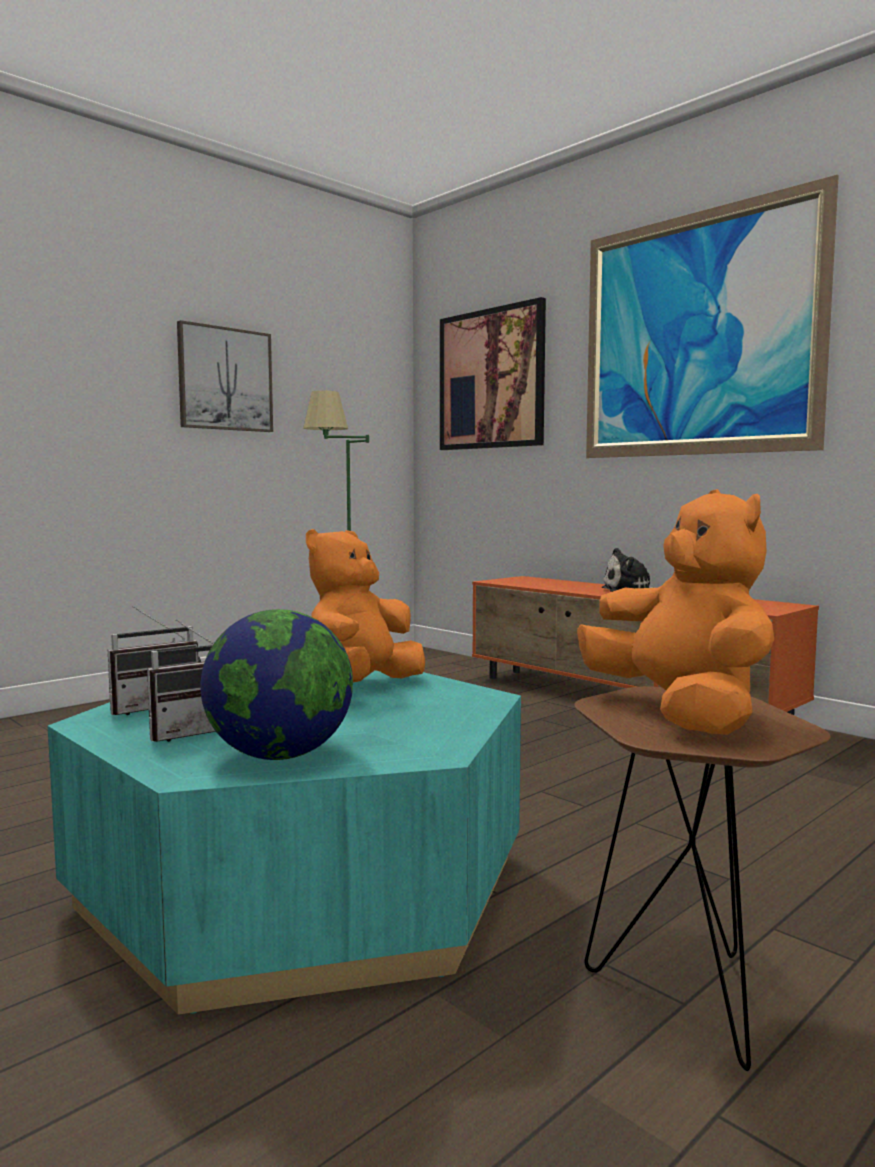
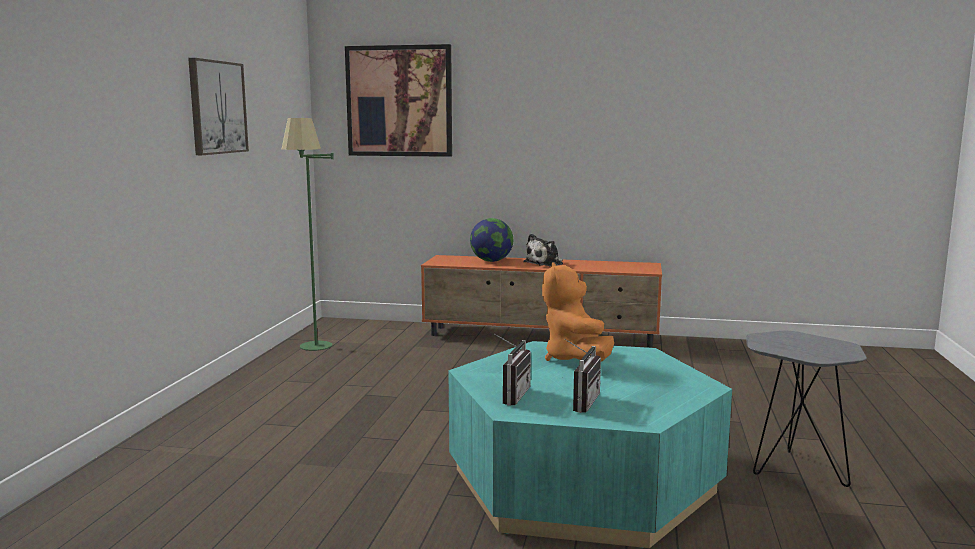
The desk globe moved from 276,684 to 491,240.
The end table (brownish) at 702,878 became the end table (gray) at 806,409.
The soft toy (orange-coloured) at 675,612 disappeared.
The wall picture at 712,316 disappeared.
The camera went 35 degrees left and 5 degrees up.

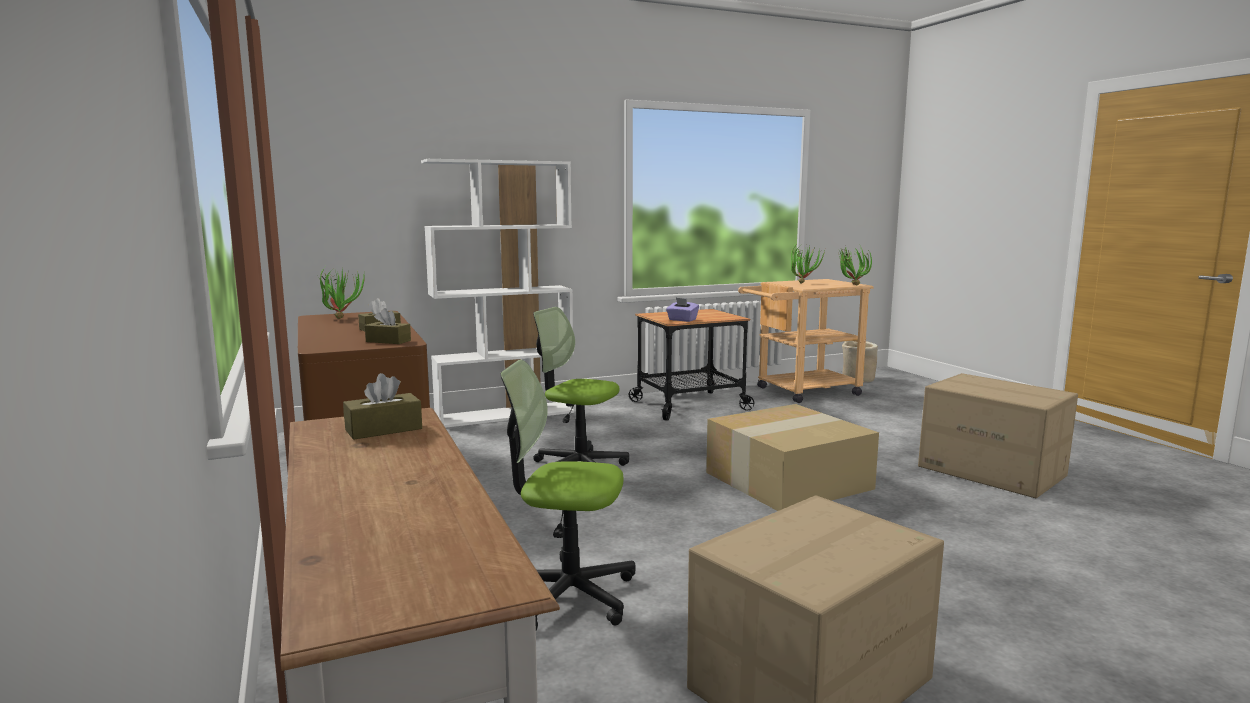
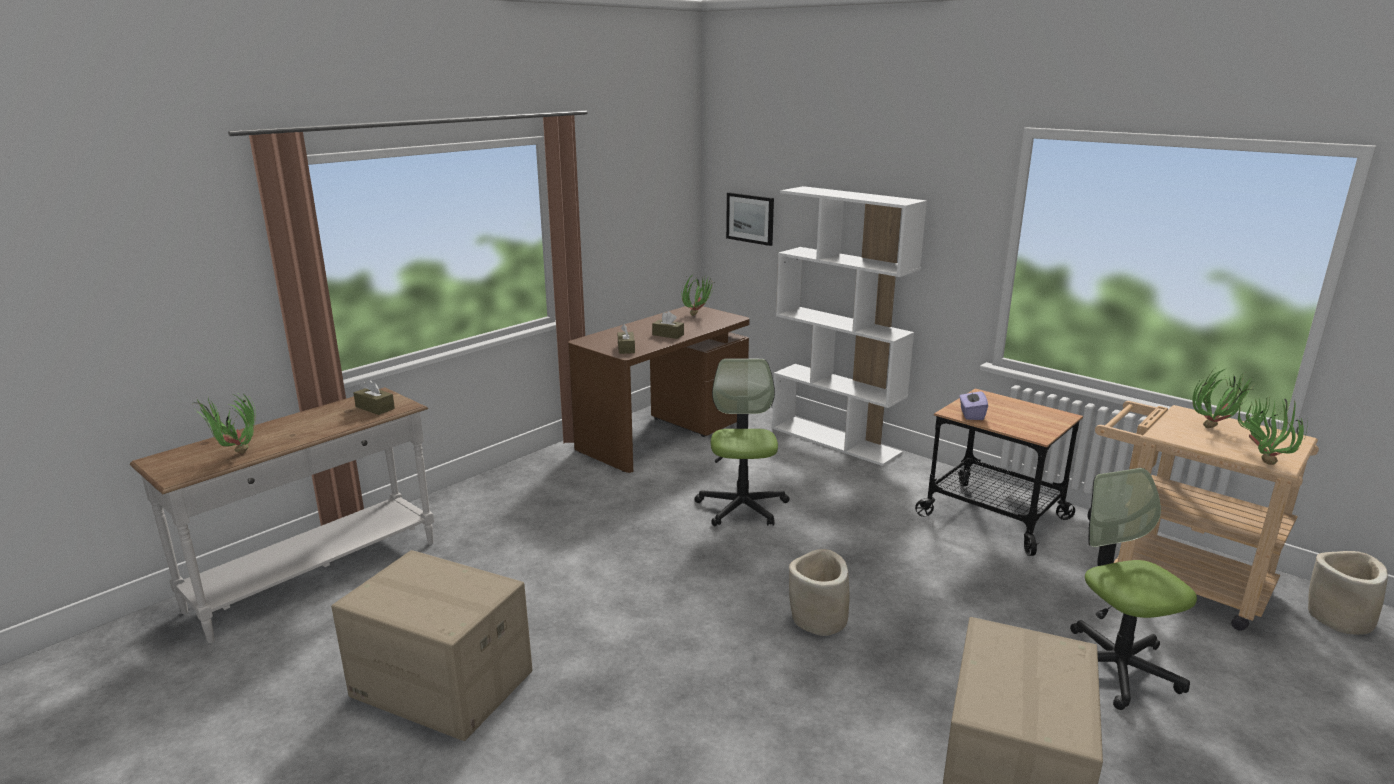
The plant in a pot at 224,424 appeared.
The wall picture at 750,219 appeared.
The packing box at 792,457 was replaced by the flower pot (sand-coloured) at 819,592.
The desk chair moved from 568,494 to 1133,589.
The camera went 65 degrees right and 10 degrees up.

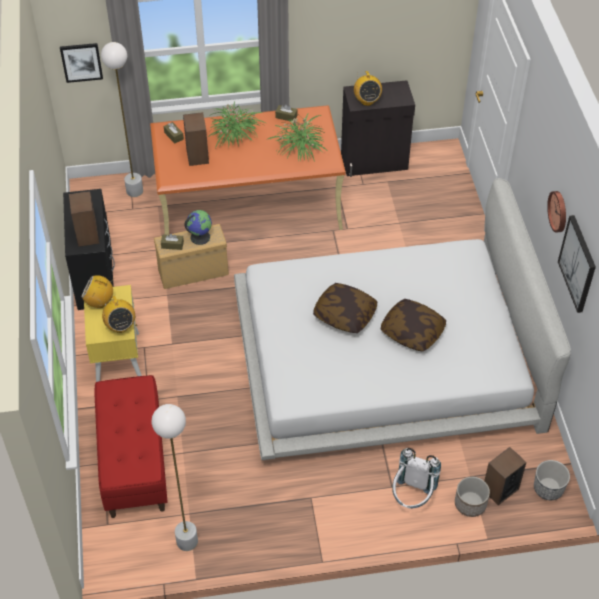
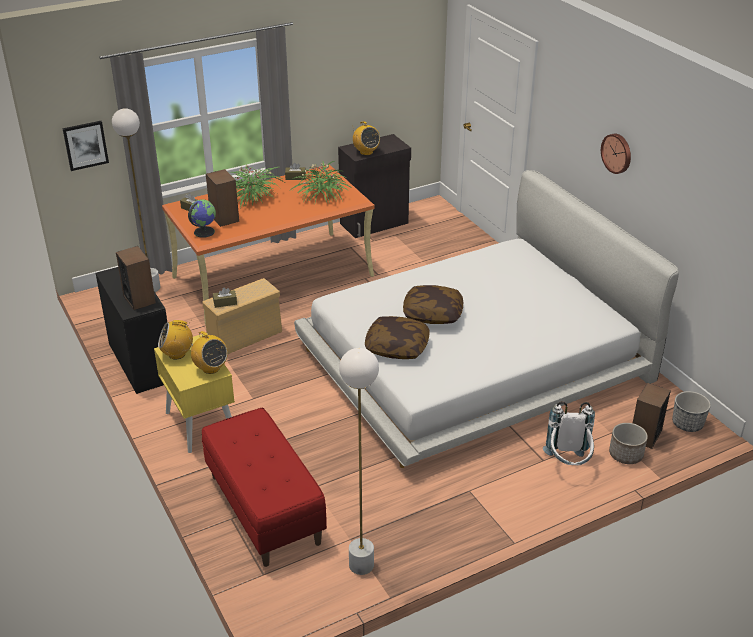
The desk globe moved from 198,227 to 202,218.
The throw pillow moved from 413,325 to 397,337.
The wall picture at 577,264 disappeared.
The camera went 20 degrees left and 15 degrees down.

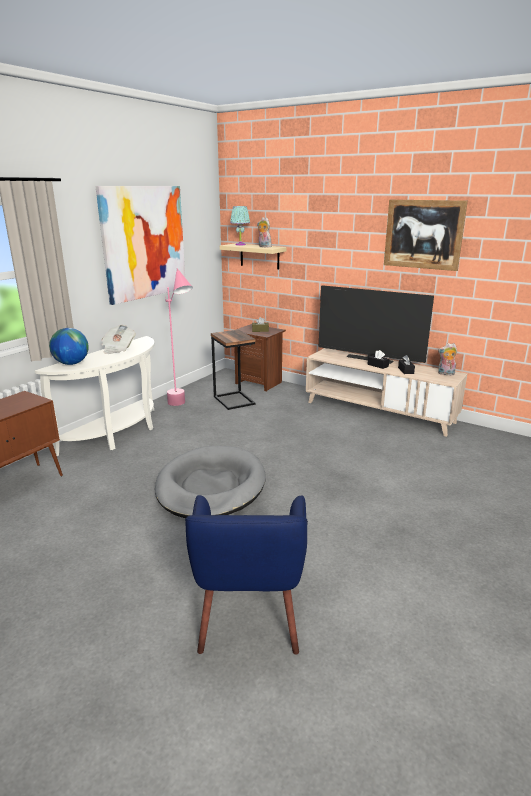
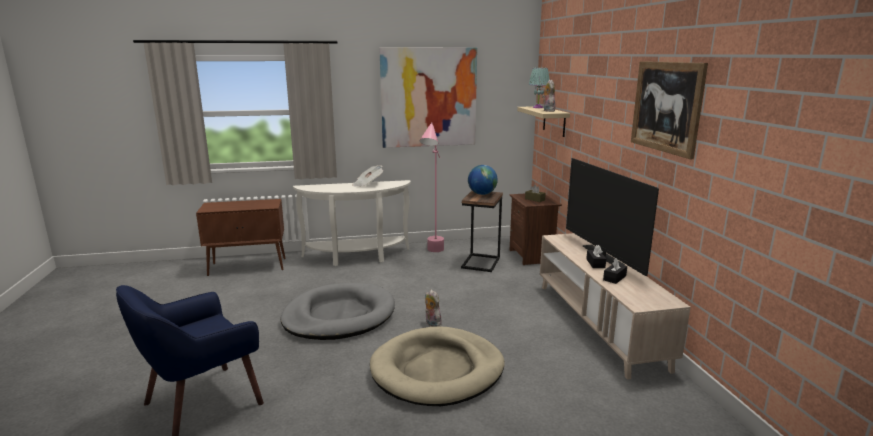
The pet bed (sand-coloured) at 437,366 appeared.
The soft toy moved from 447,359 to 433,308.
The desk globe moved from 69,346 to 483,180.
The camera went 45 degrees right and 5 degrees down.

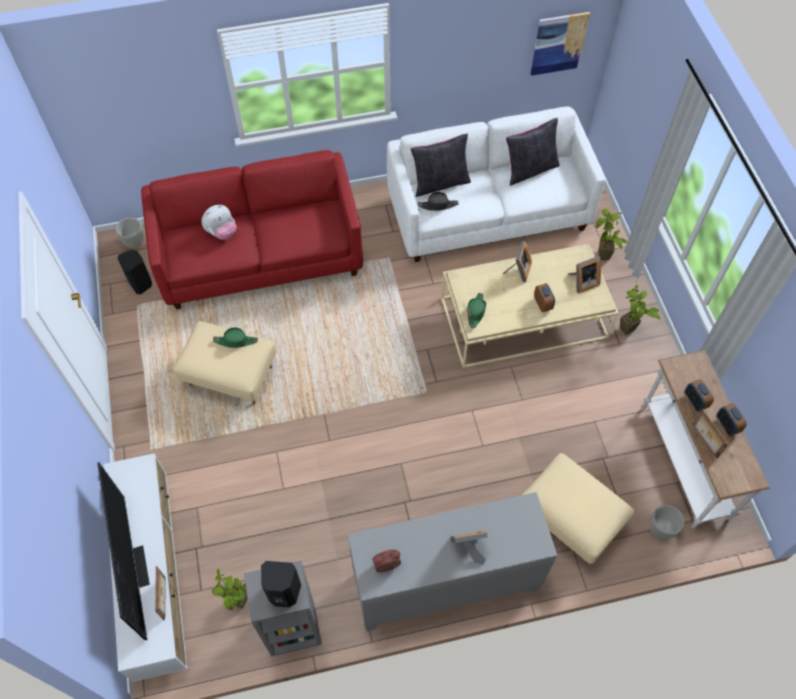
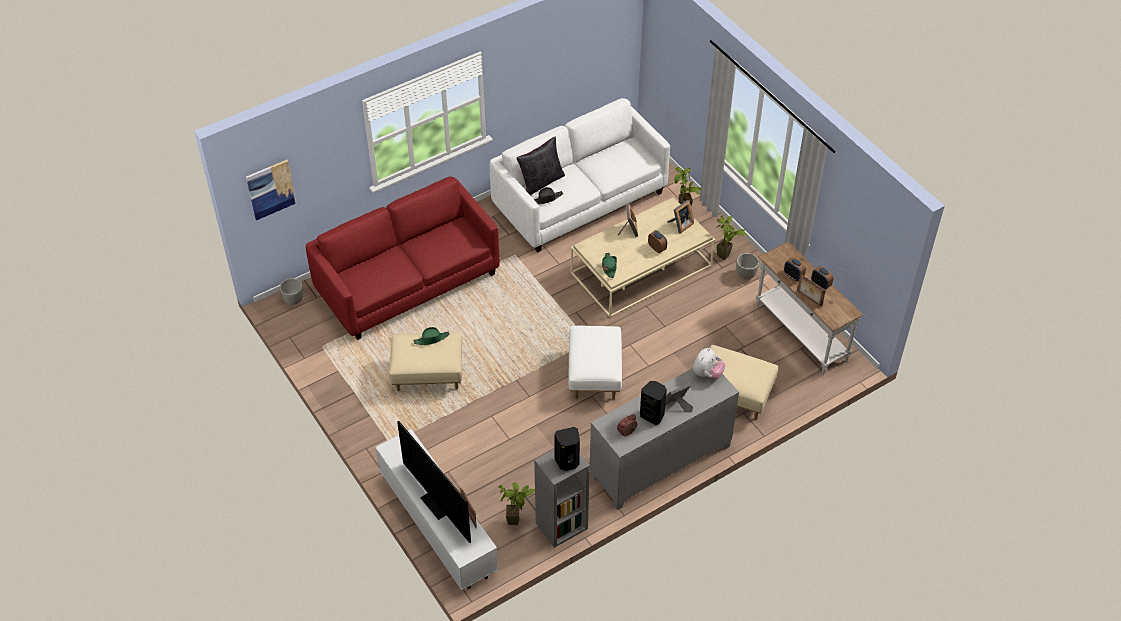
The wall picture moved from 560,44 to 271,190.
The footrest (whitish) at 595,362 appeared.
The loudspeaker (black-coloured) moved from 135,272 to 653,403.
The soft toy moved from 218,222 to 709,363.
The flower pot (gray) moved from 667,522 to 747,266.
The throw pillow (black-coloured) at 533,152 disappeared.
The camera went 20 degrees left and 10 degrees down.

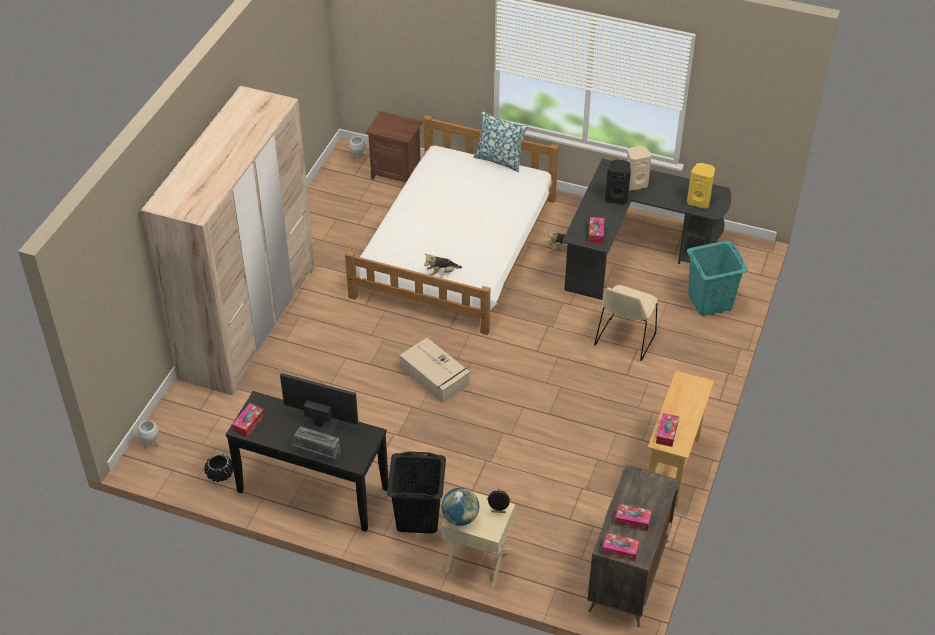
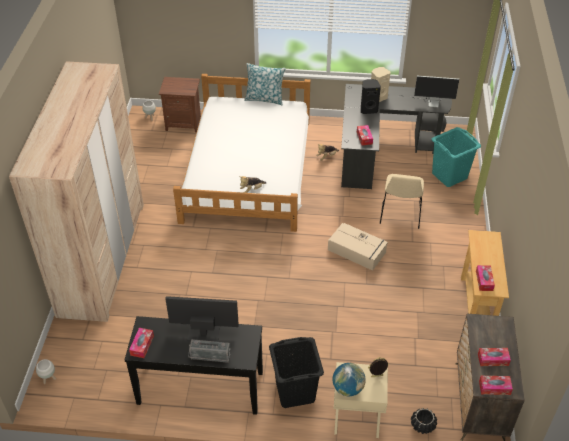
The storage container (sand-coloured) moved from 434,370 to 358,247.
The loudspeaker (yellow) at 701,186 was replaced by the computer screen at 429,91.
The flower pot (black-coloured) moved from 218,468 to 424,421.
The camera went 15 degrees left and 0 degrees up.

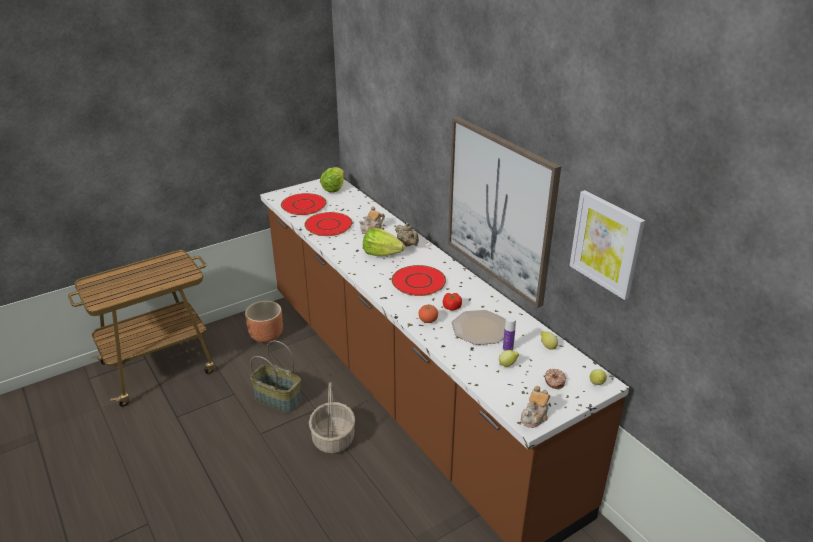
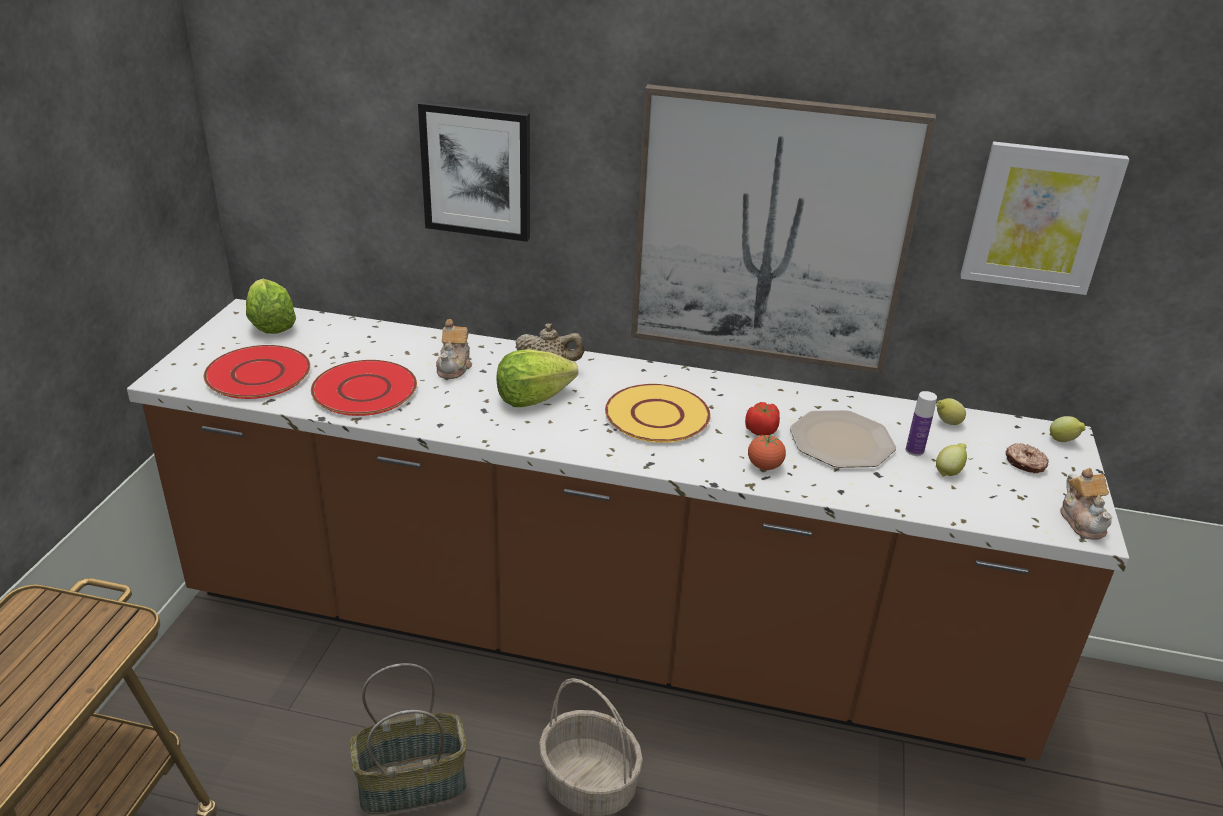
The wall picture at 474,171 appeared.
The plate (red-coloured) at 419,280 became the plate (yellow) at 657,413.
The flower pot (brownish) at 264,322 disappeared.
The camera went 45 degrees left and 0 degrees up.

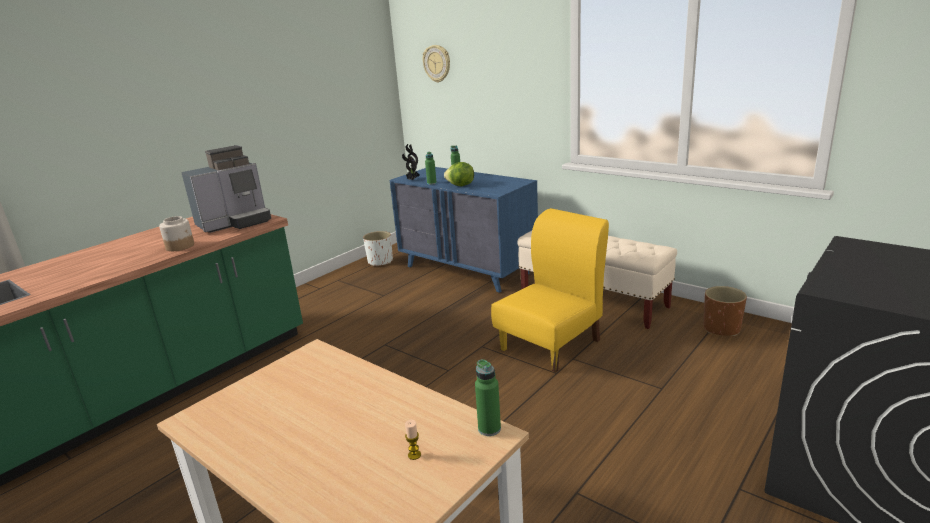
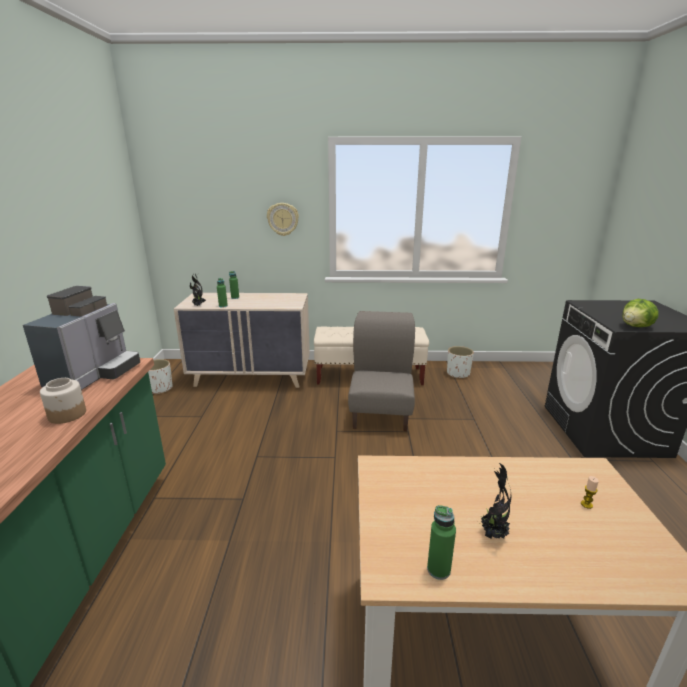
The dresser (blue-coloured) at 463,230 became the dresser (sand-coloured) at 242,340.
The hanging clock moved from 436,64 to 283,219.
The plain chair (yellow) at 550,290 became the plain chair (gray) at 381,371.
The beverage bottle (greenish) moved from 488,397 to 441,542.
The flower pot (brownish) at 725,311 became the flower pot (whitish) at 460,362.
The plant in a pot at 496,500 appeared.
The lettuce head moved from 459,174 to 640,313.
The camera went 40 degrees left and 0 degrees up.

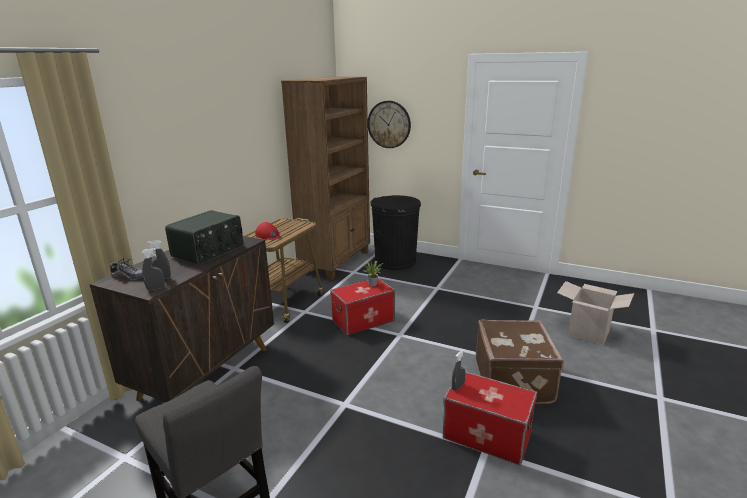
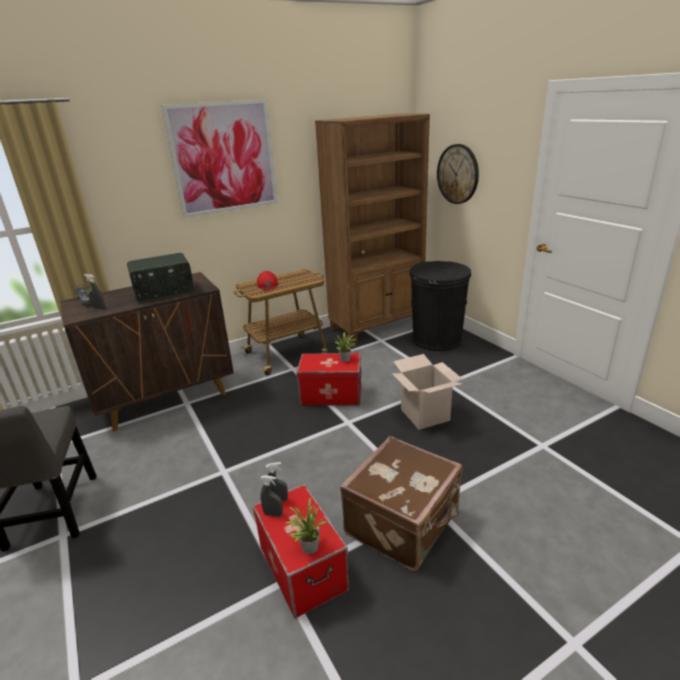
The wall picture at 219,158 appeared.
The hand sprayer (gray) moved from 153,269 to 271,496.
The plant in a pot at 305,526 appeared.
The packing box moved from 595,313 to 427,392.
The camera went 35 degrees right and 5 degrees up.

